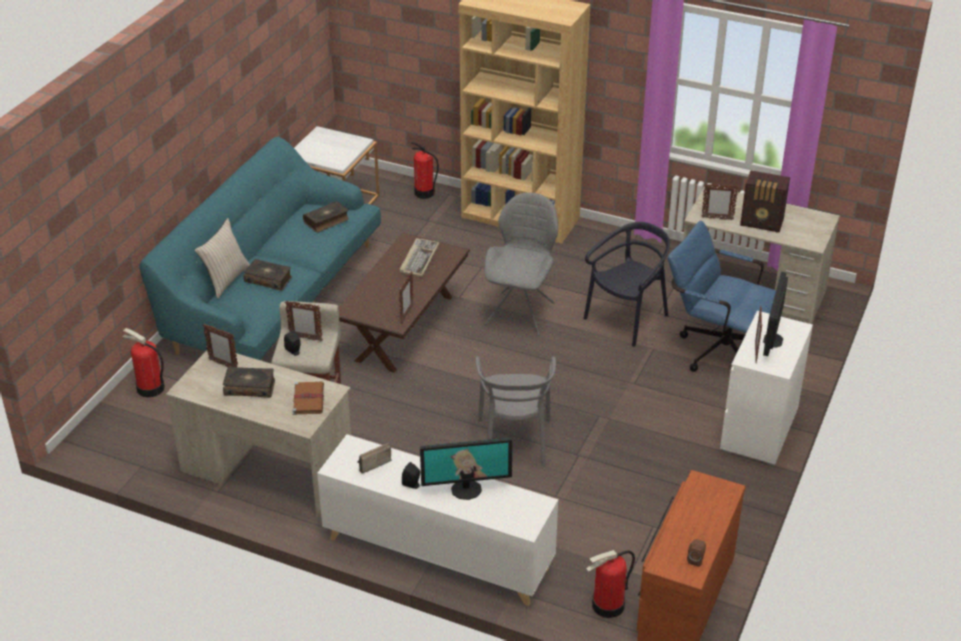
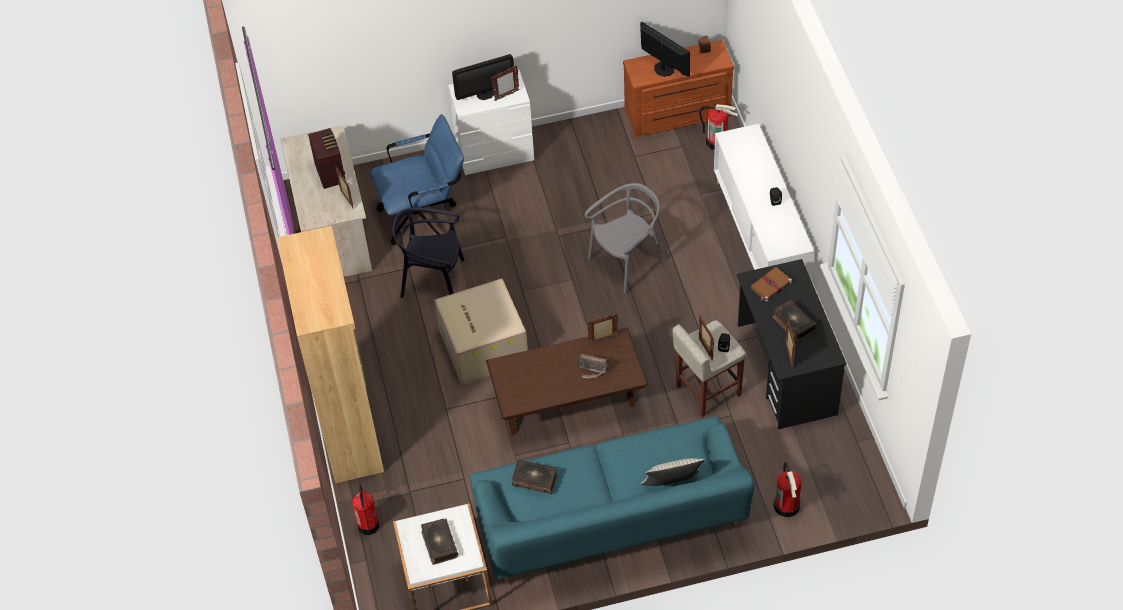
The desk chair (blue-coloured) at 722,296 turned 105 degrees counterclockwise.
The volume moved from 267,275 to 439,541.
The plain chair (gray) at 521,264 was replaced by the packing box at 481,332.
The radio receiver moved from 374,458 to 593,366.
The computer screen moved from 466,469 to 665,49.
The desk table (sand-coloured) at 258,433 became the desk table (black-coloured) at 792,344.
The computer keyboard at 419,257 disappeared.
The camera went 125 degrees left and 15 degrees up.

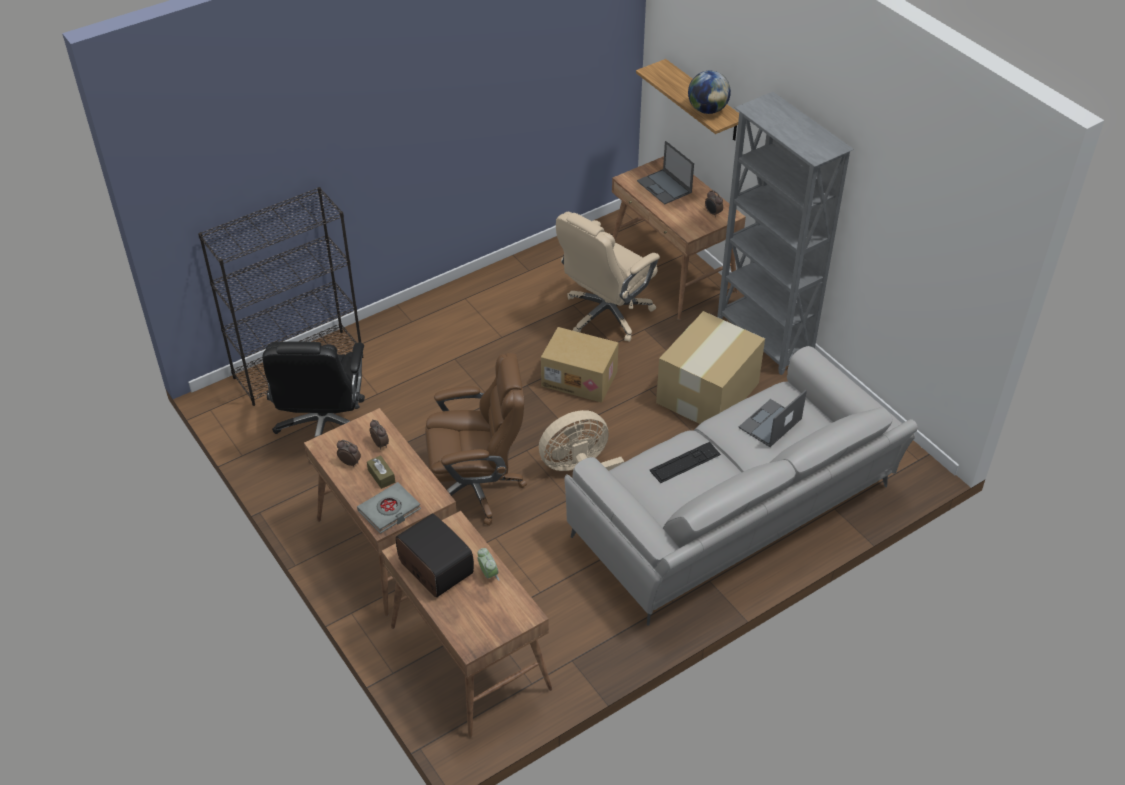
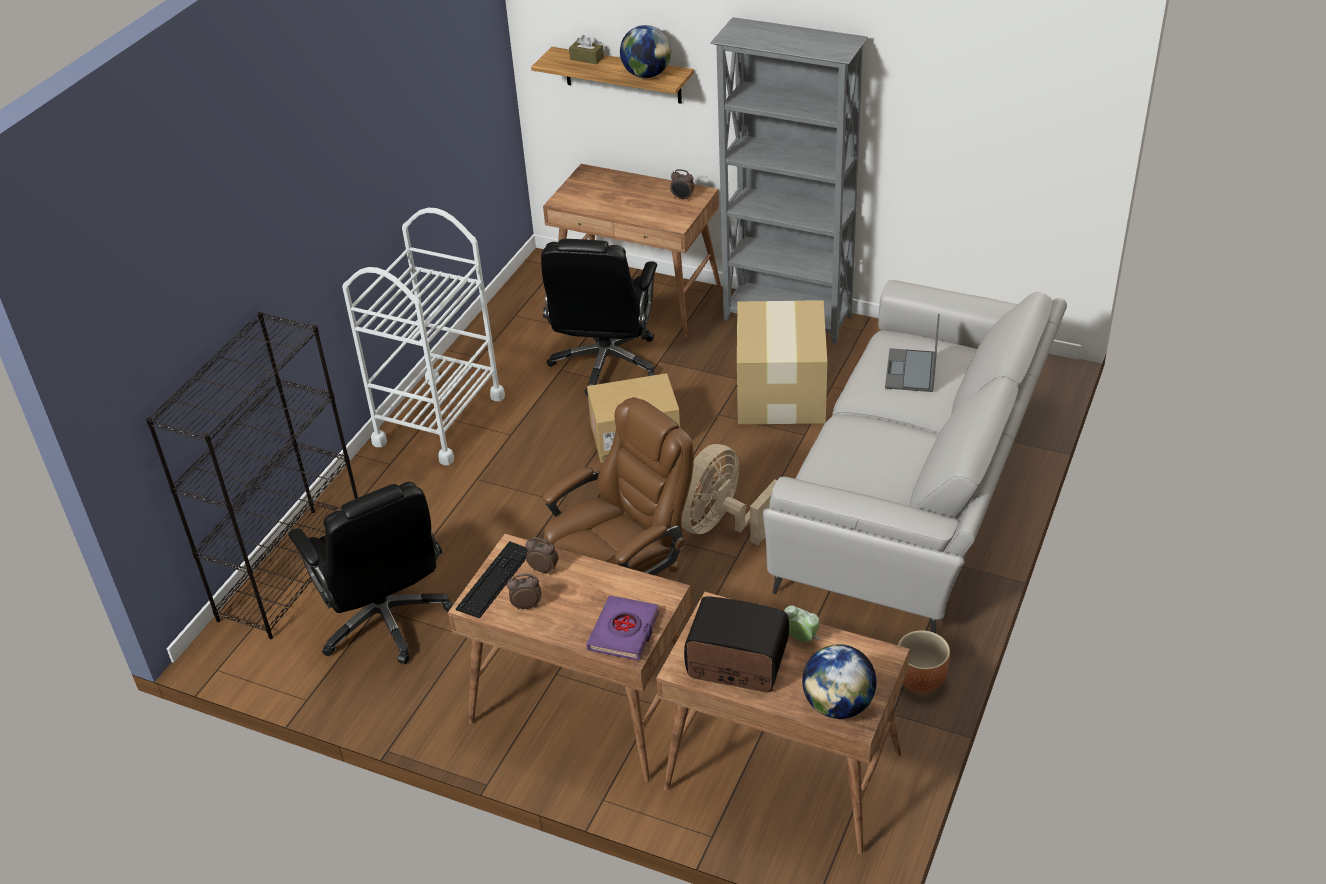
The cart (whitish) at 423,336 appeared.
The computer keyboard moved from 685,462 to 492,579.
The desk chair (sand-coloured) at 608,277 became the desk chair (black-coloured) at 599,317.
The tissue box (brownish) moved from 381,472 to 586,49.
The volume (gray) at 389,508 became the volume (purplish) at 622,628.
The desk globe at 839,681 appeared.
The flower pot (brownish) at 924,661 appeared.
The notebook computer at 665,173 disappeared.
The camera went 30 degrees left and 5 degrees down.

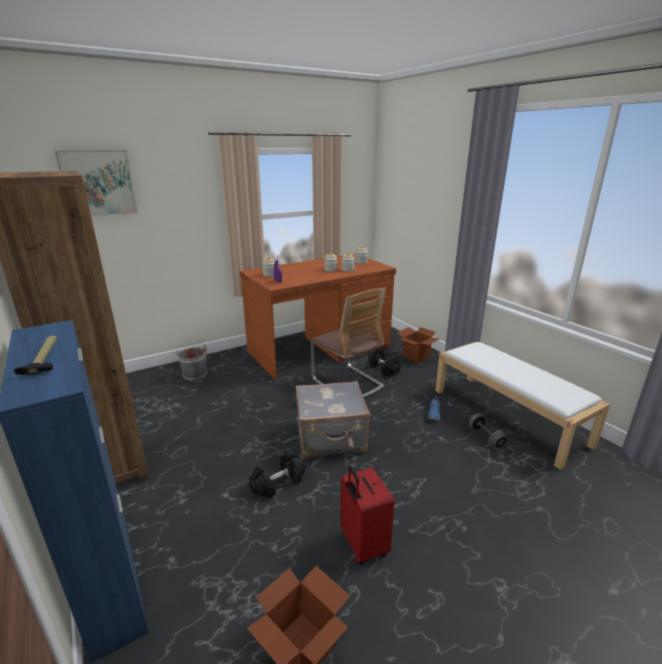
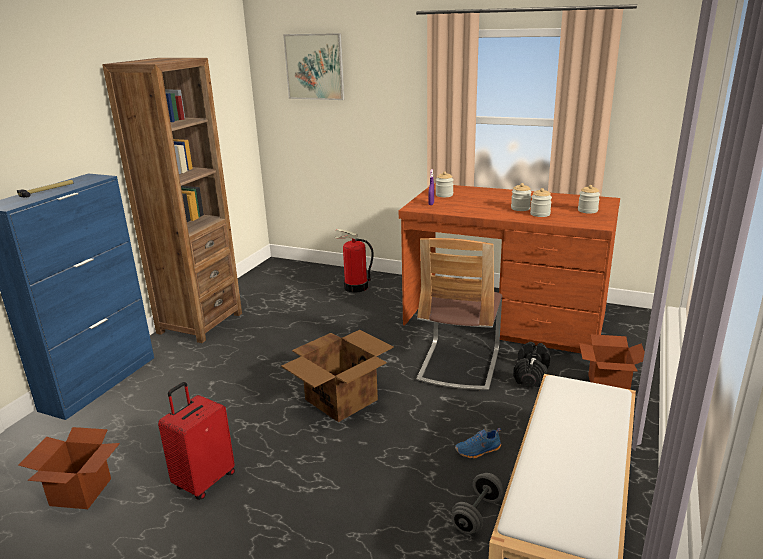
The travel case (gray) at 333,419 was replaced by the packing box at 337,376.
The water bucket (gray) at 191,362 was replaced by the extinguisher at 354,261.
The free weight (black-coloured) at 277,475 disappeared.
The camera went 55 degrees right and 0 degrees up.

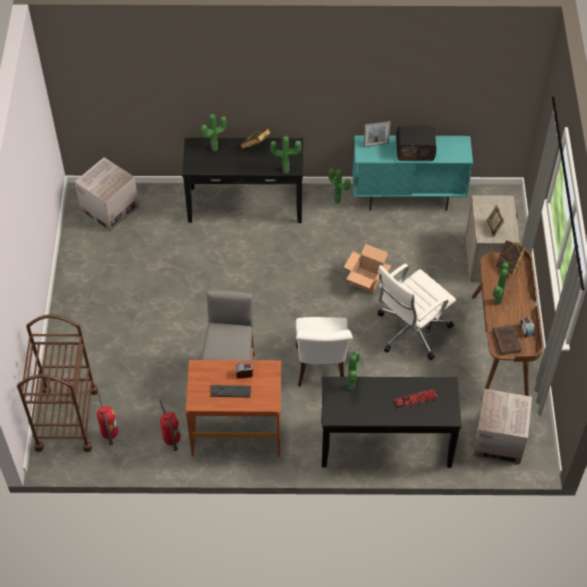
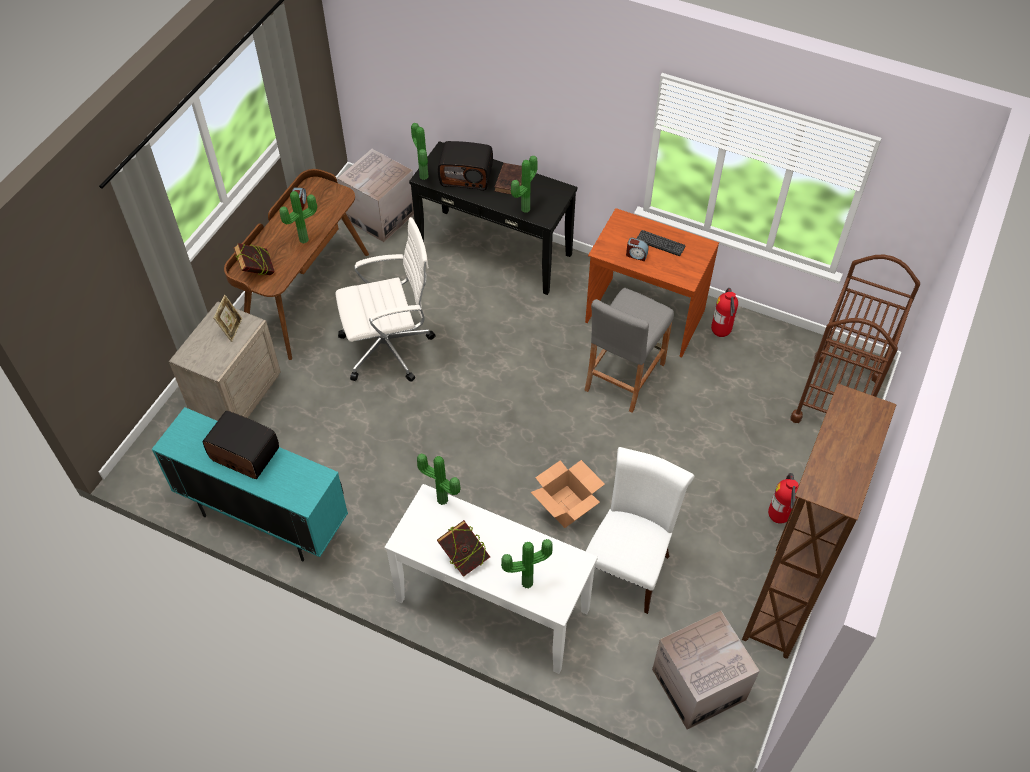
The hall table (black-coloured) at 242,180 became the hall table (whitish) at 491,579.
The plant in a pot moved from 339,186 to 420,151.
The computer keyboard at 416,399 was replaced by the radio receiver at 465,166.
The volume (brownish) moved from 507,340 to 508,179.
The packing box moved from 368,268 to 568,494.
The plain chair (whitish) moved from 324,352 to 640,530.
The bookcase (brownish) at 819,521 appeared.
The extinguisher moved from 107,419 to 783,498.
The photo frame at 377,134 disappeared.
The camera went 155 degrees left and 0 degrees up.

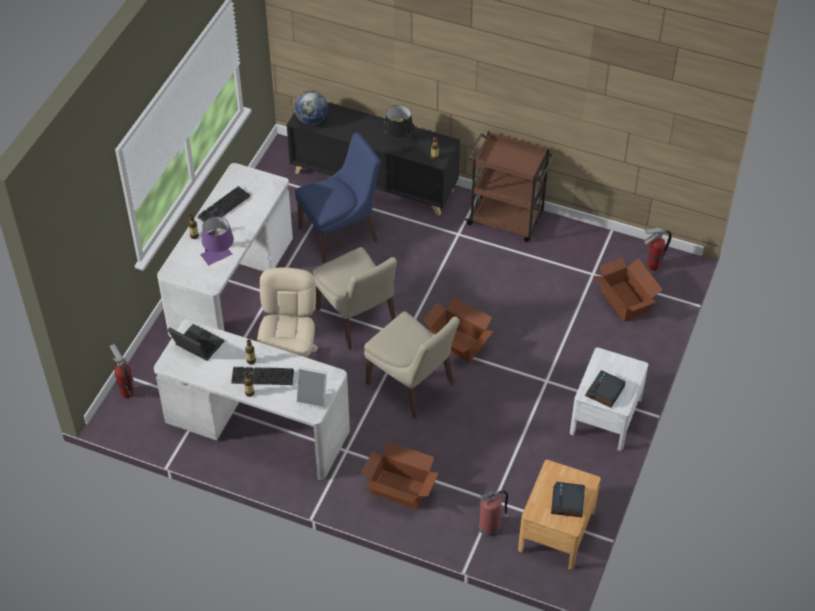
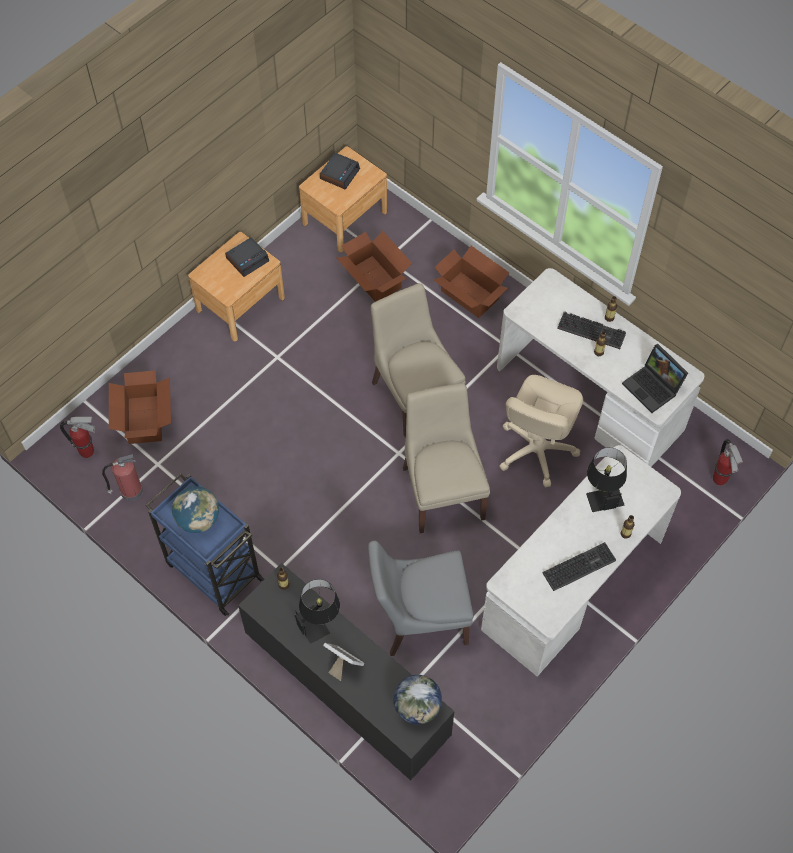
The extinguisher moved from 493,513 to 122,477.
The cart (brownish) at 510,186 became the cart (blue-coloured) at 205,545.
The desk globe at 195,509 appeared.
The nightstand (whitish) at 609,399 became the nightstand (brownish) at 236,287.
The photo frame moved from 311,388 to 343,662.
The packing box moved from 458,330 to 374,266.
The plain chair (blue-coloured) at 337,198 became the plain chair (gray) at 420,598.
The tabletop lamp (purplish) at 217,240 became the tabletop lamp (black-coloured) at 606,479.
The camera went 160 degrees left and 10 degrees up.

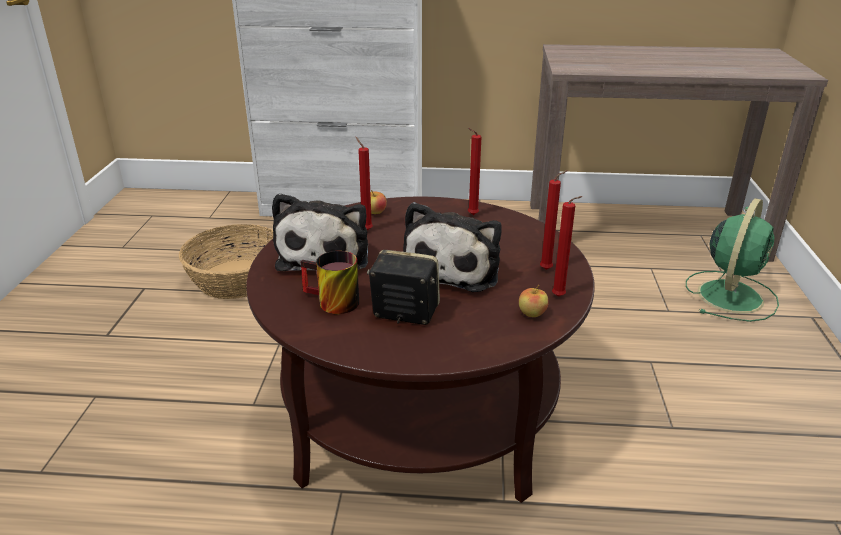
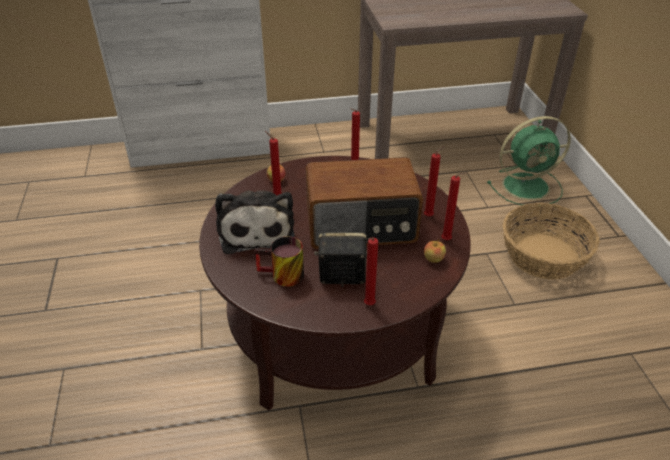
The soft toy at 452,247 was replaced by the radio receiver at 364,203.
The wax light (red-coloured) at 371,271 appeared.
The cooling fan (greenish) at 732,260 turned 60 degrees clockwise.
The household basket moved from 226,261 to 551,241.
The camera went 15 degrees left and 10 degrees up.

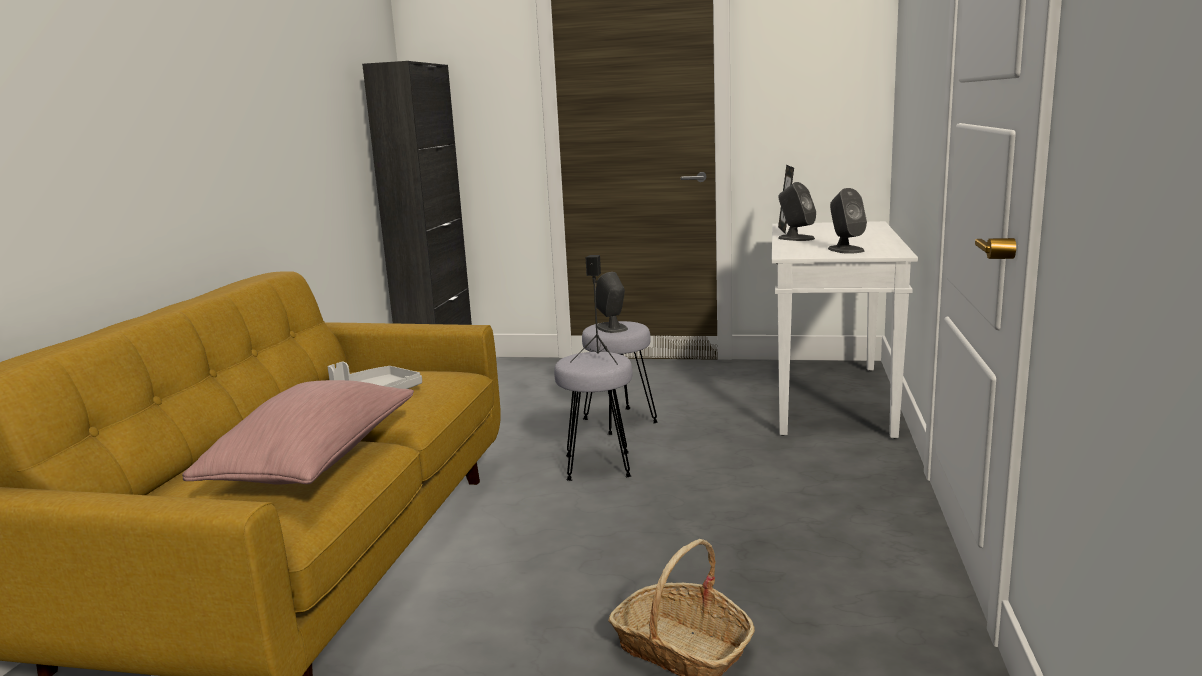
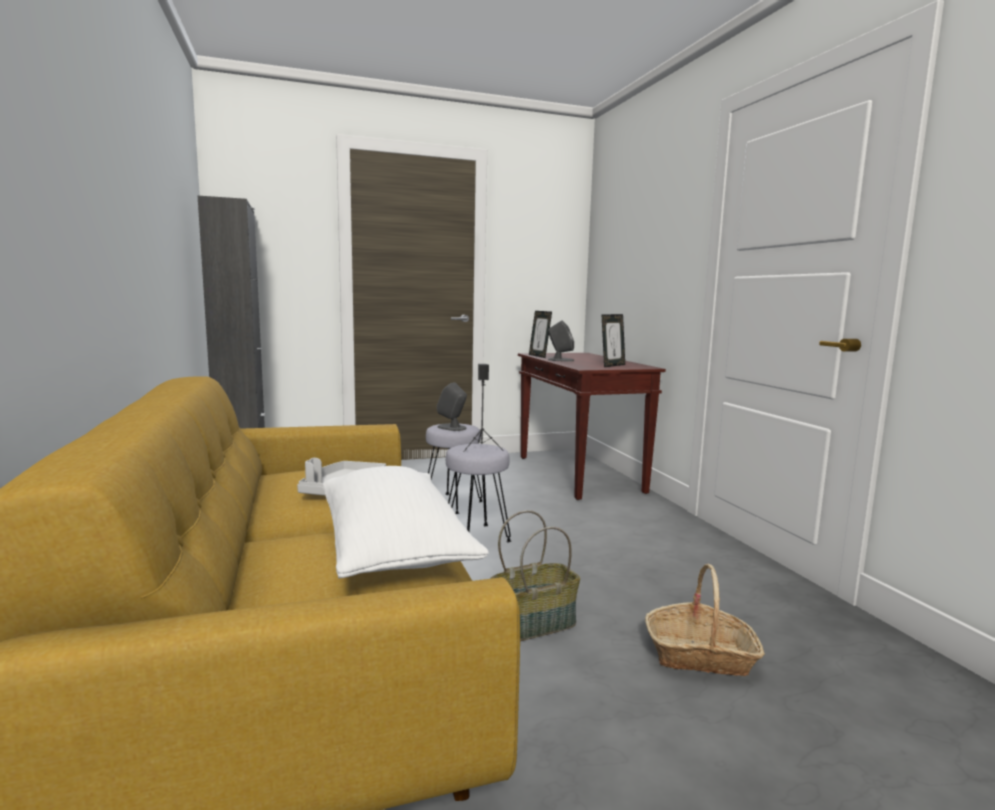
The throw pillow (pink) at 298,432 became the throw pillow (whitish) at 405,522.
The household basket at 535,575 appeared.
The hall table (whitish) at 845,330 became the hall table (brownish) at 592,426.
The loudspeaker (gray) at 847,221 was replaced by the photo frame at 613,340.
The camera went 30 degrees left and 5 degrees down.

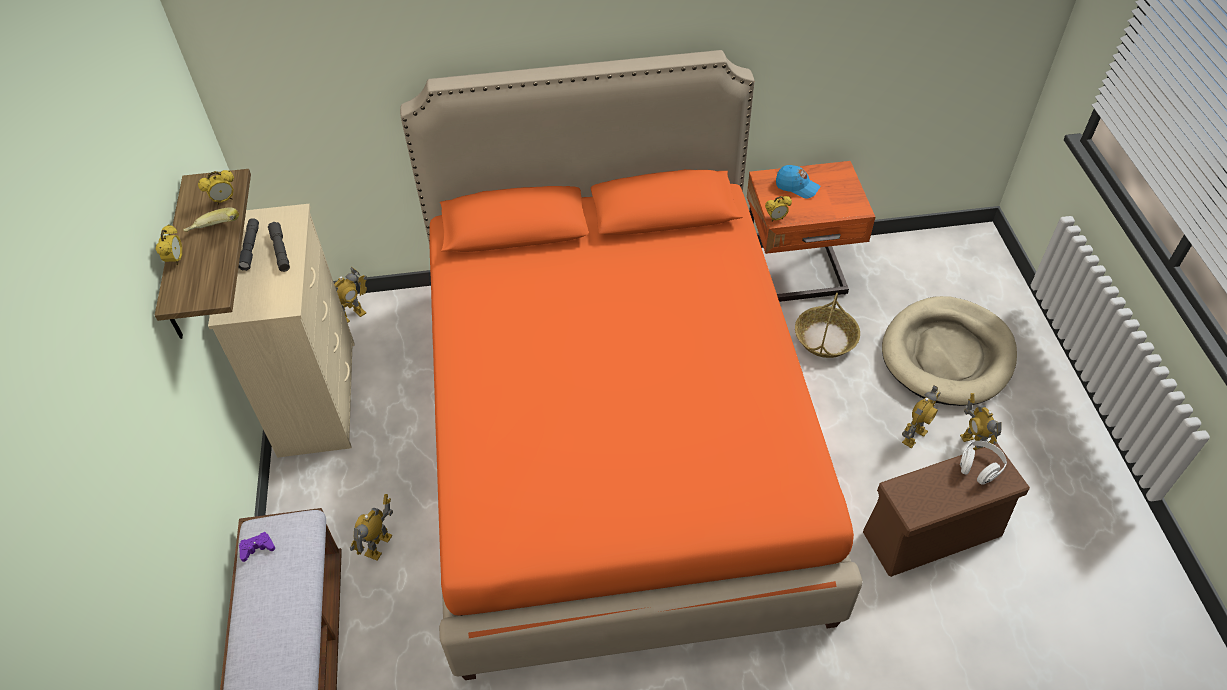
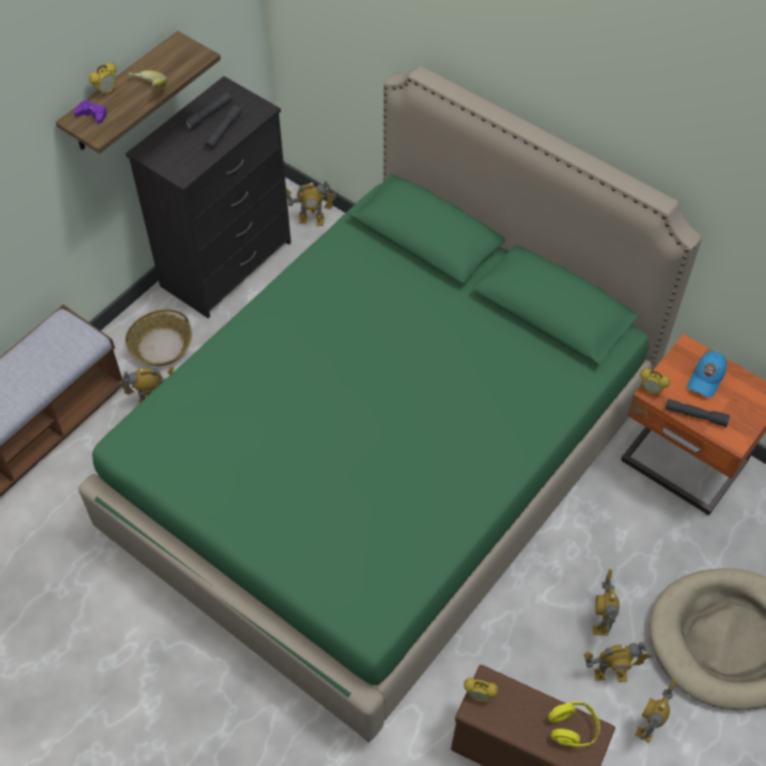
The joypad (purplish) moved from 257,547 to 90,112.
The bedroom bed (orange-coloured) at 631,365 became the bedroom bed (greenish) at 390,404.
The household basket moved from 827,325 to 158,337.
The dresser (sand-coloured) at 281,331 became the dresser (black-coloured) at 208,197.
The alarm clock moved from 216,187 to 481,689.
The pair of headphones (whitish) at 983,463 became the pair of headphones (yellow) at 574,724.
The robot figure at 606,602 appeared.
The flashlight (gray) at 697,413 appeared.
The peaked cap (blue-coloured) at 798,182 turned 45 degrees clockwise.
The camera went 45 degrees right and 5 degrees up.

